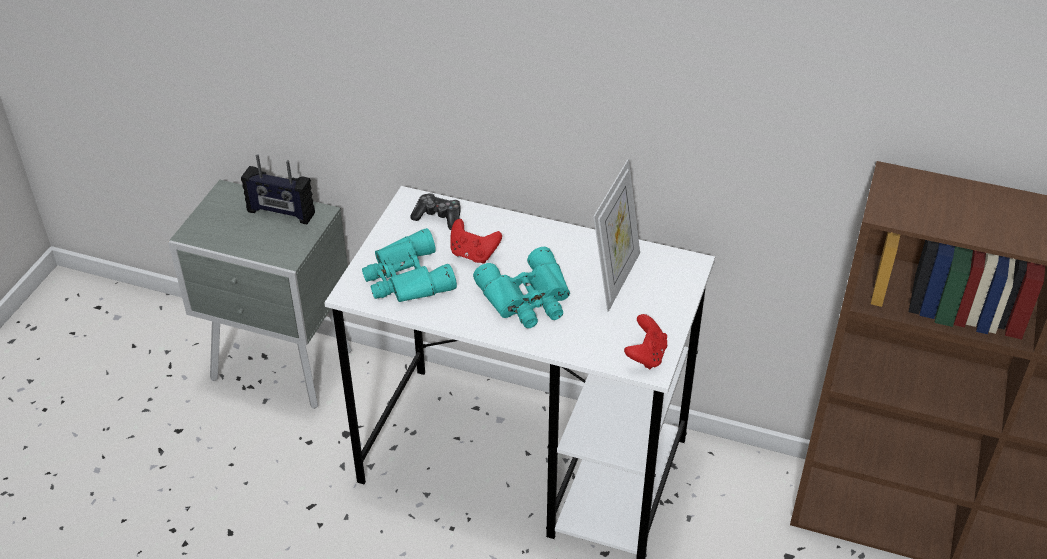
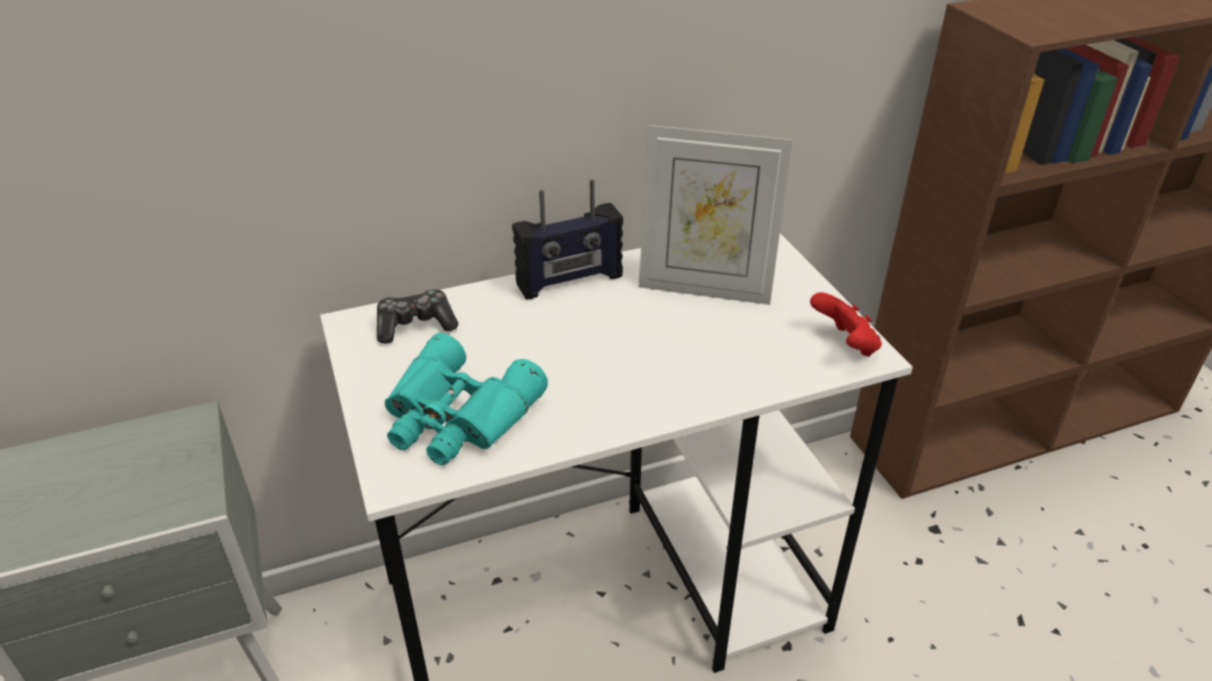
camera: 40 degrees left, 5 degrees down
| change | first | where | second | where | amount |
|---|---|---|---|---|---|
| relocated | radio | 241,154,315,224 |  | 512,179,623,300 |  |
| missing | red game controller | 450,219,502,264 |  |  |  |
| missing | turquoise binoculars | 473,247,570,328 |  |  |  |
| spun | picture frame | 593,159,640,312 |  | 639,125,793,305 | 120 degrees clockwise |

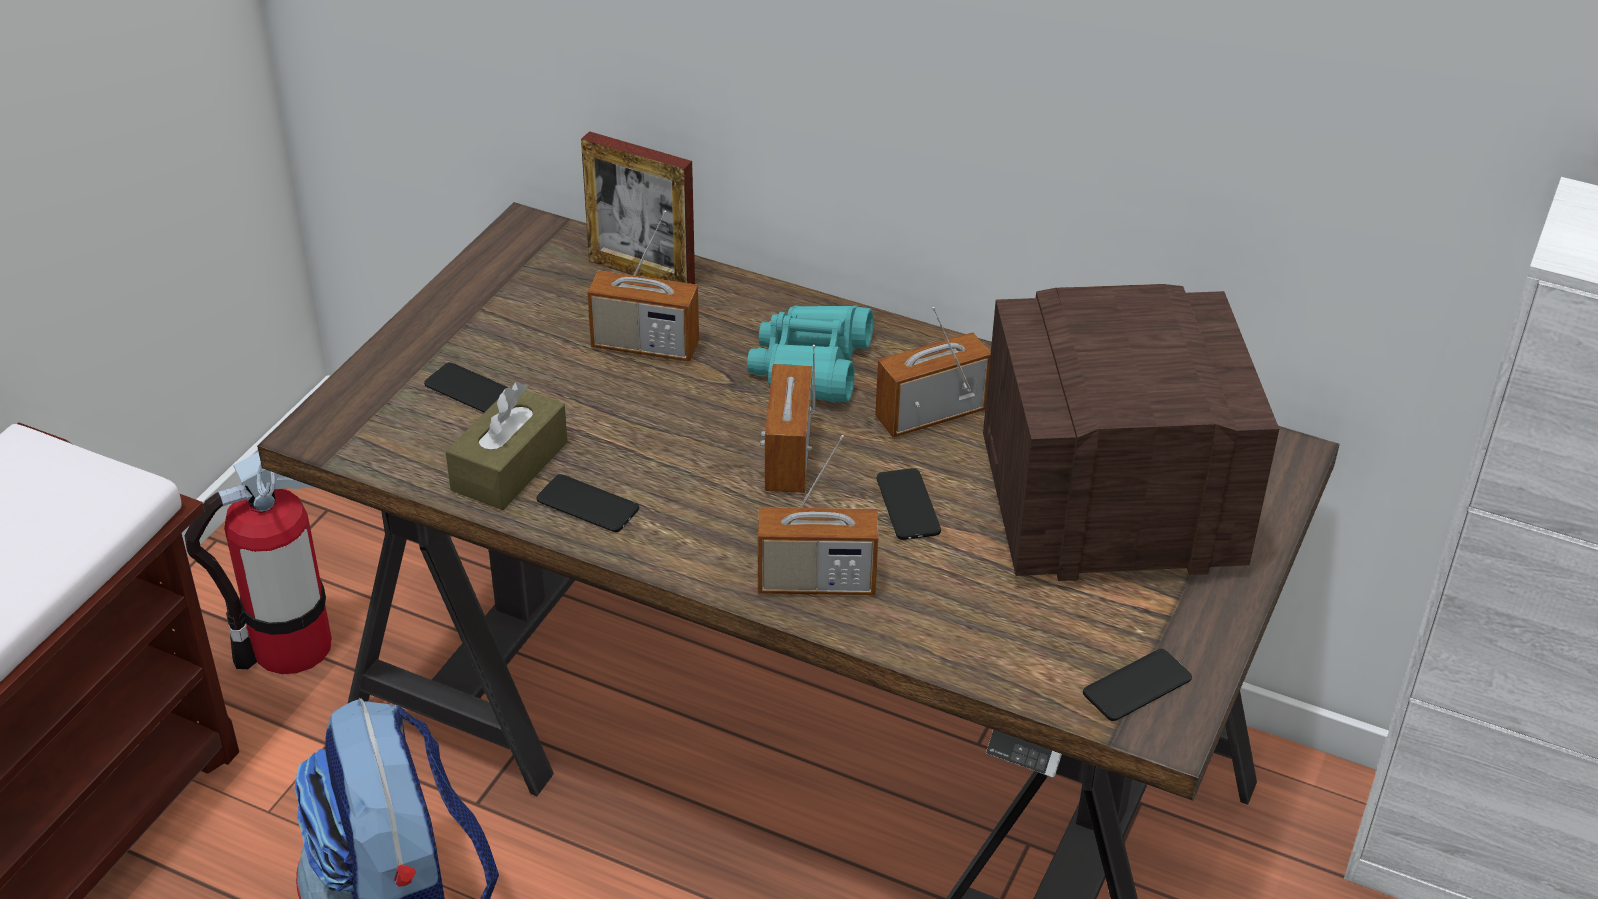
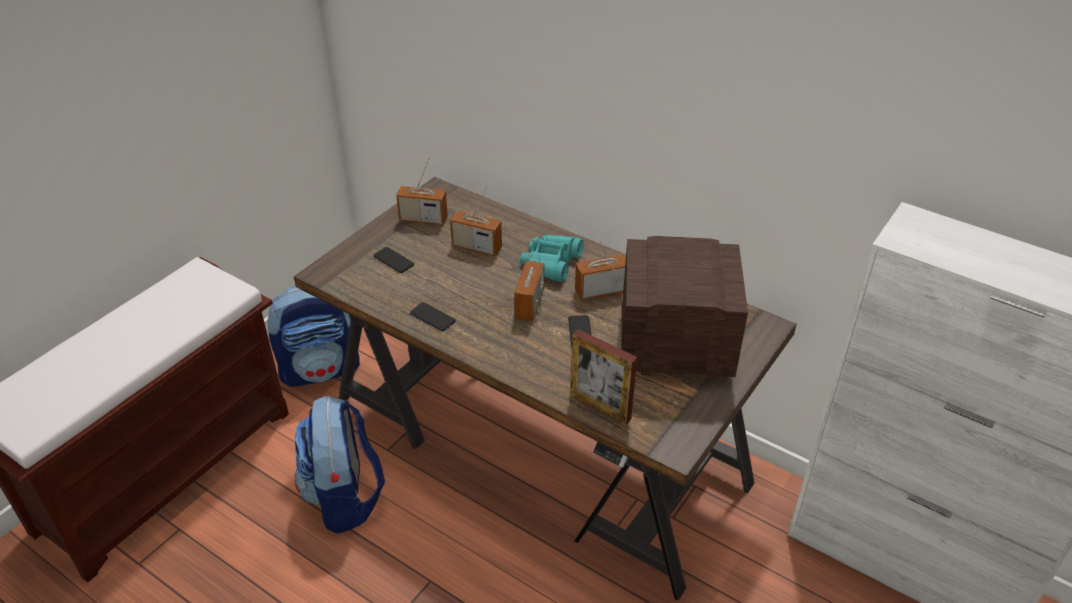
camera: 10 degrees right, 0 degrees up
| change | first | where | second | where | amount |
|---|---|---|---|---|---|
| exchanged | fire extinguisher | 184,452,332,674 | backpack | 267,286,360,387 |  |
| missing | brown tissue box | 445,382,568,510 |  |  |  |
| relocated | picture frame | 581,131,695,284 |  | 570,329,637,424 |  |
| relocated | radio | 758,435,878,595 |  | 396,157,448,225 |  |
| missing | phone | 1083,649,1192,721 |  |  |  |

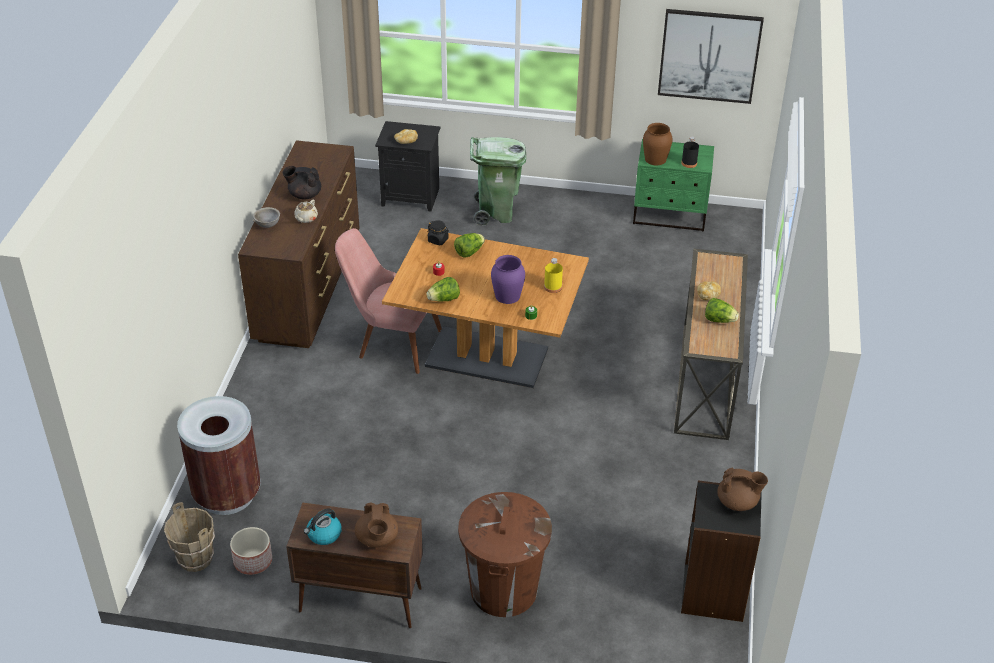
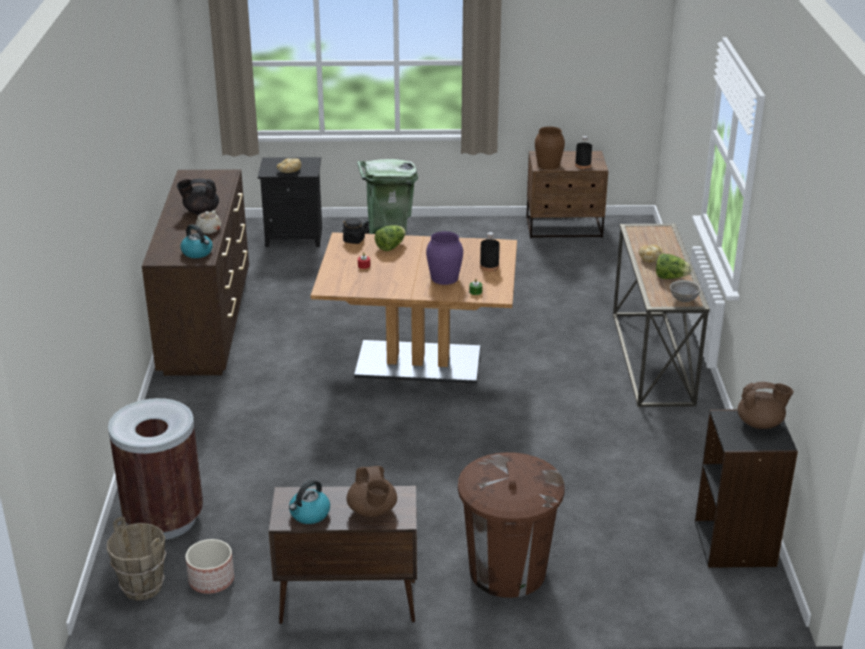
camera: 10 degrees left, 10 degrees down
| change | first | where | second | where | amount |
|---|---|---|---|---|---|
| relocated | grey bowl | 253,207,280,228 |  | 670,280,701,302 |  |
| missing | pink chair | 335,228,442,374 |  |  |  |
| missing | lettuce | 426,277,460,302 |  |  |  |
| colour | yellow bottle | 544,258,563,293 | black bottle | 480,232,500,271 |  |
| colour | green nightstand | 633,139,714,231 | brown nightstand | 526,151,608,238 |  |
| missing | picture | 658,9,764,104 |  |  |  |
| appeared |  |  | kettle | 181,224,213,258 |  |

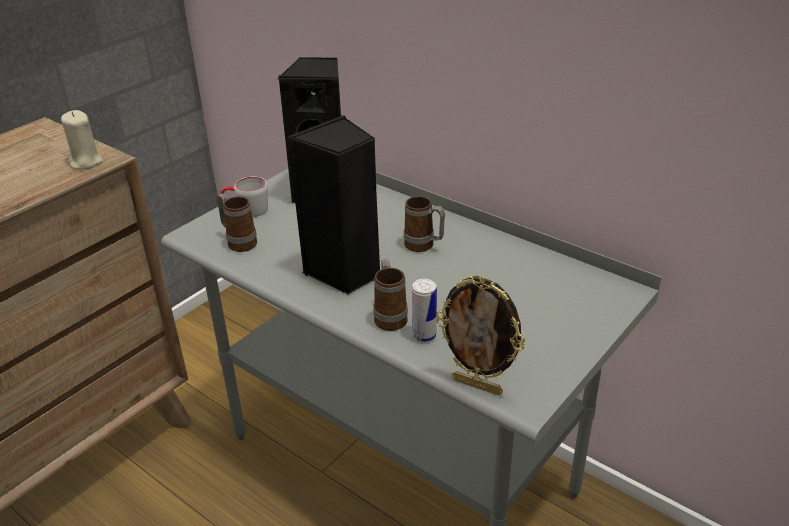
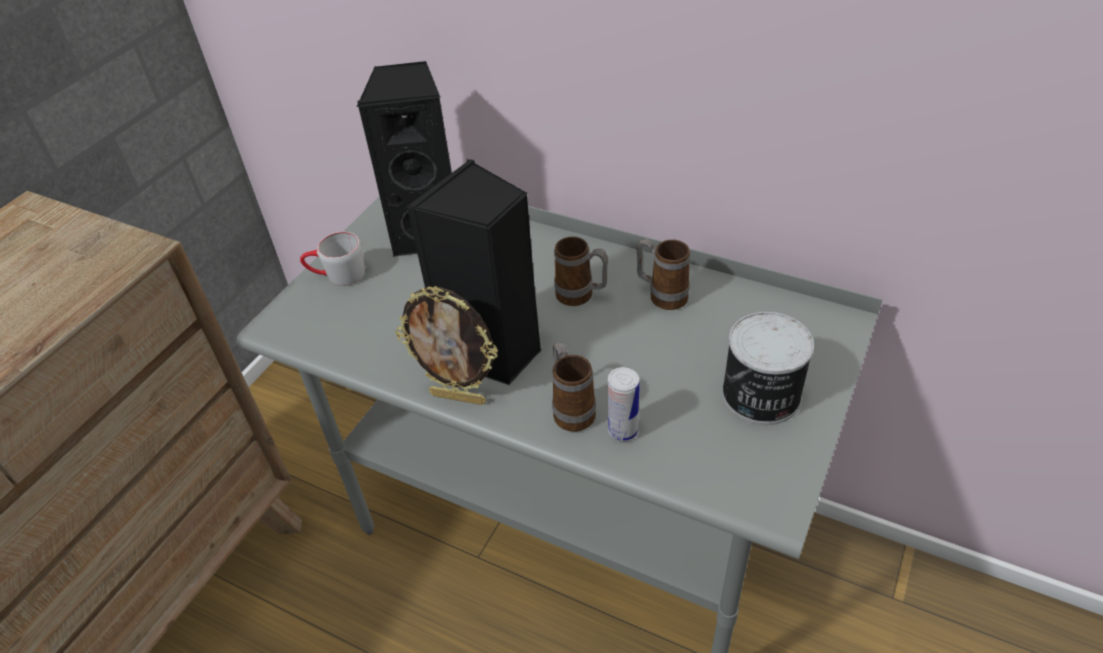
camera: 10 degrees left, 10 degrees up
| change | first | where | second | where | amount |
|---|---|---|---|---|---|
| missing | beige candle | 61,110,102,170 |  |  |  |
| relocated | mug | 217,194,257,252 |  | 637,239,690,310 |  |
| relocated | picture frame | 436,275,526,395 |  | 395,286,498,405 |  |
| appeared |  |  | can | 722,312,814,425 |  |

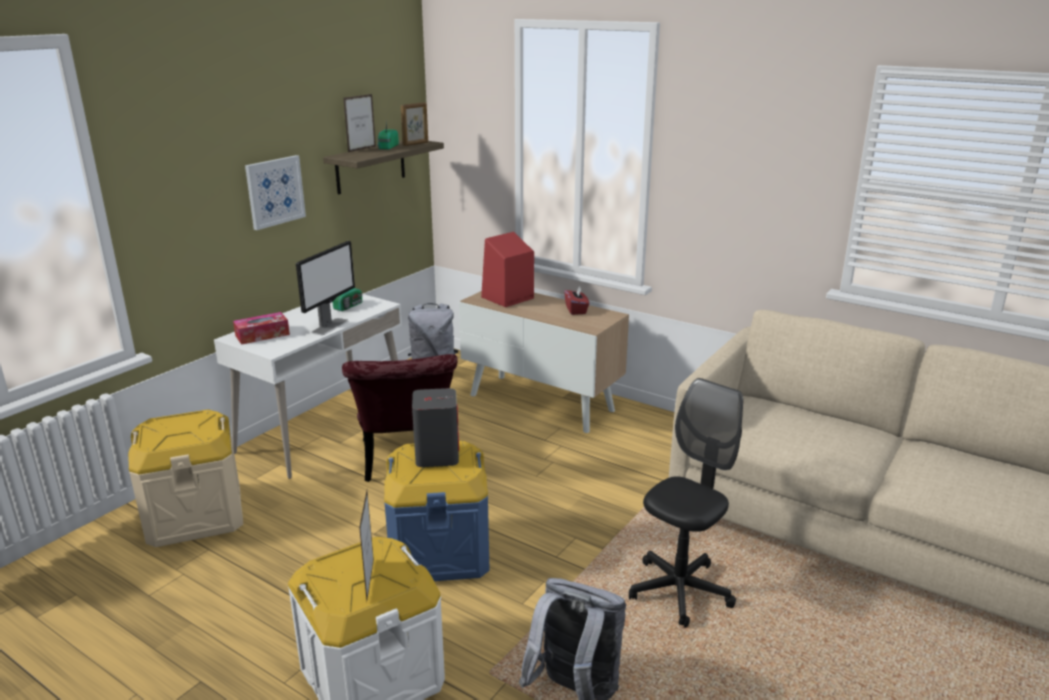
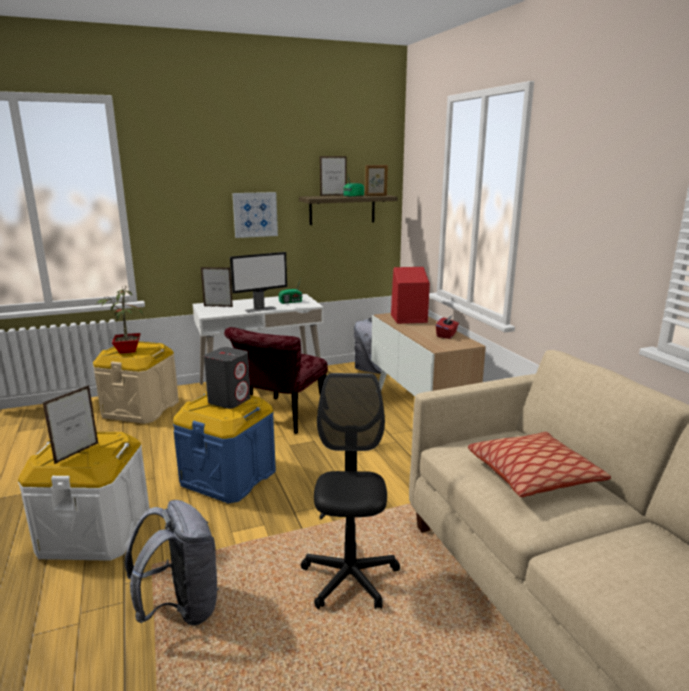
camera: 35 degrees right, 5 degrees down
| change | first | where | second | where | amount |
|---|---|---|---|---|---|
| exchanged | tissue box | 233,312,290,345 | picture frame | 201,267,233,307 |  |
| spun | black office chair | 629,378,743,628 |  | 301,373,400,609 | 75 degrees counterclockwise |
| appeared |  |  | potted plant | 96,286,144,353 |  |
| appeared |  |  | pillow | 468,432,611,497 |  |

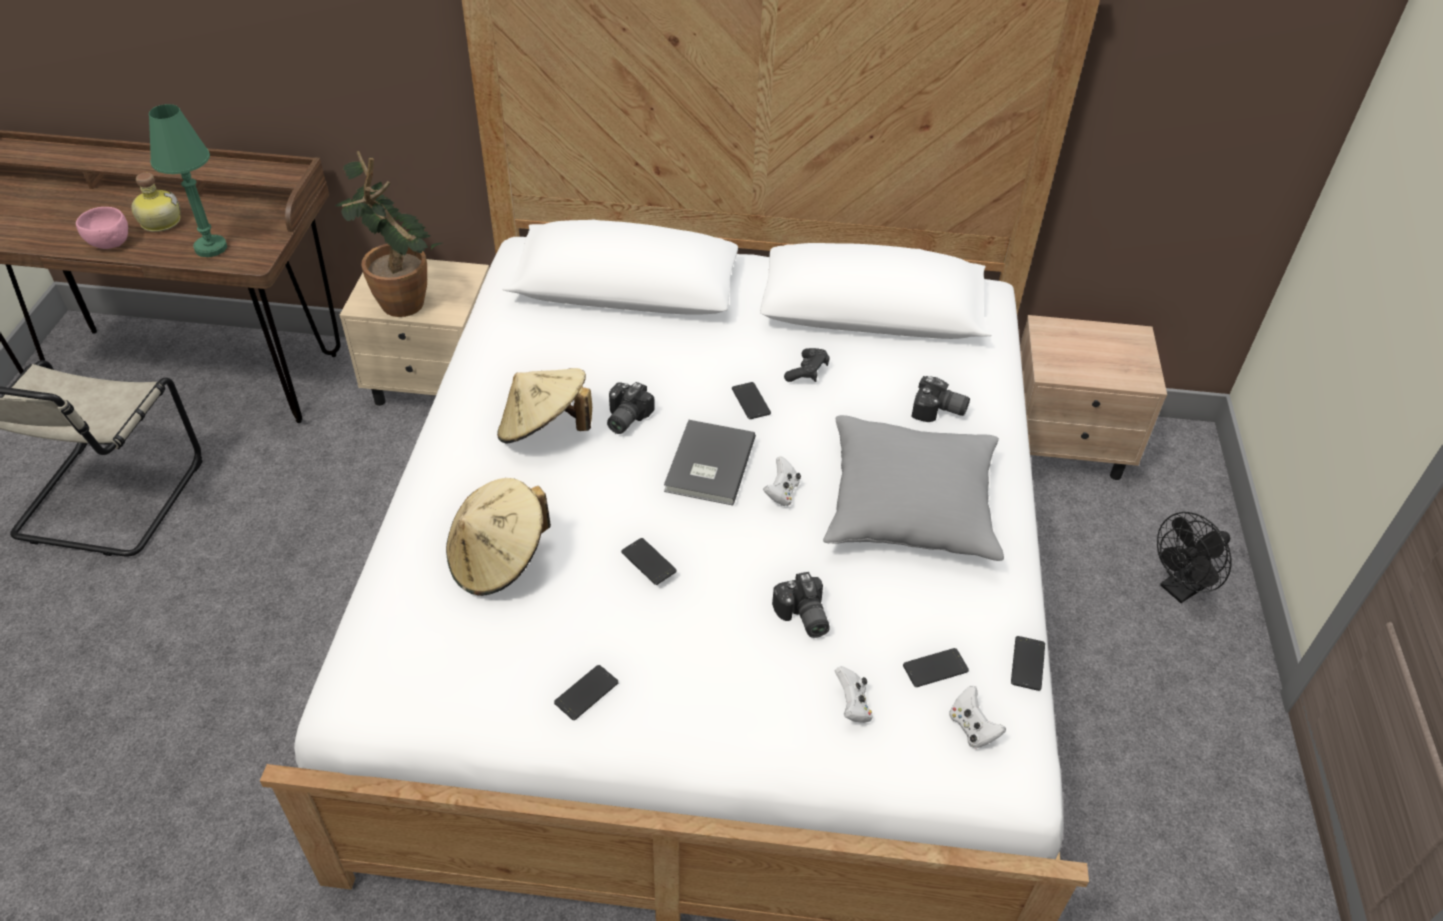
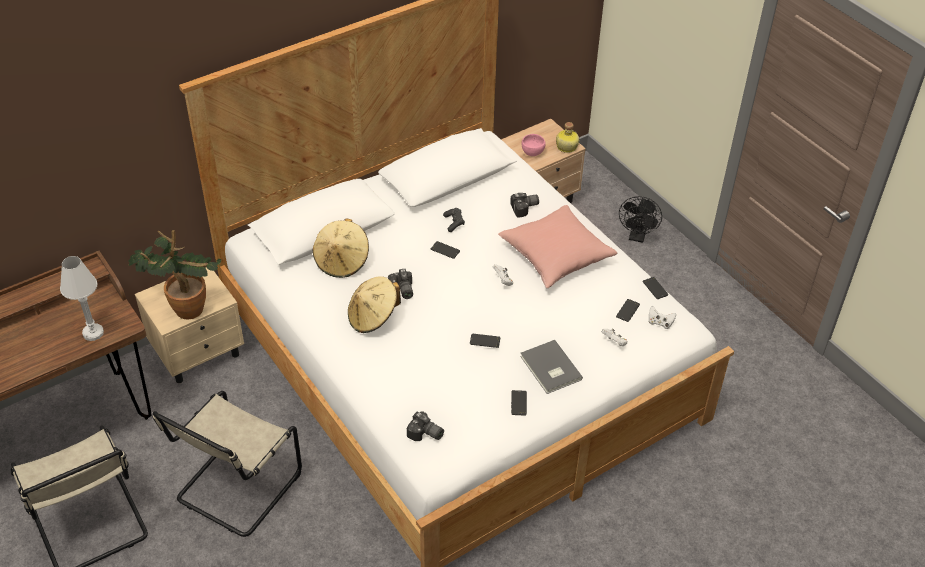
camera: 40 degrees left, 0 degrees up
| change | first | where | second | where | amount |
|---|---|---|---|---|---|
| relocated | pink bowl | 76,207,128,249 |  | 522,134,546,156 |  |
| relocated | bottle | 131,173,180,232 |  | 556,122,579,153 |  |
| colour | green table lamp | 149,104,227,257 | white table lamp | 60,256,104,341 |  |
| relocated | beige hat | 446,478,551,596 |  | 313,218,369,278 |  |
| relocated | grey book | 664,420,756,506 |  | 520,340,583,394 |  |
| relocated | photo camera | 772,572,830,638 |  | 407,411,444,441 |  |
| colour | grey pillow | 823,415,1004,561 | pink pillow | 498,205,617,288 |  |
| appeared |  |  | beige chair | 153,391,302,537 |  |

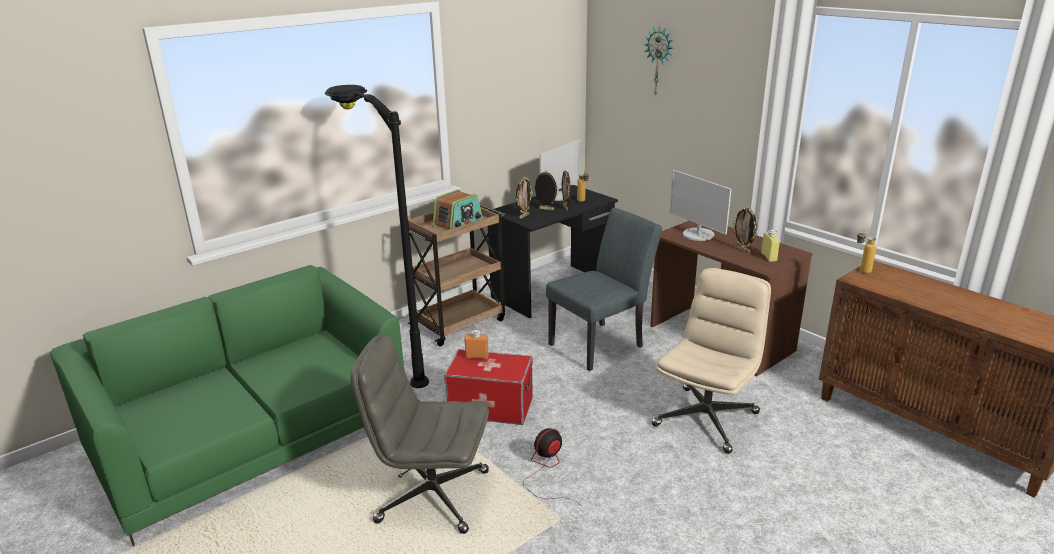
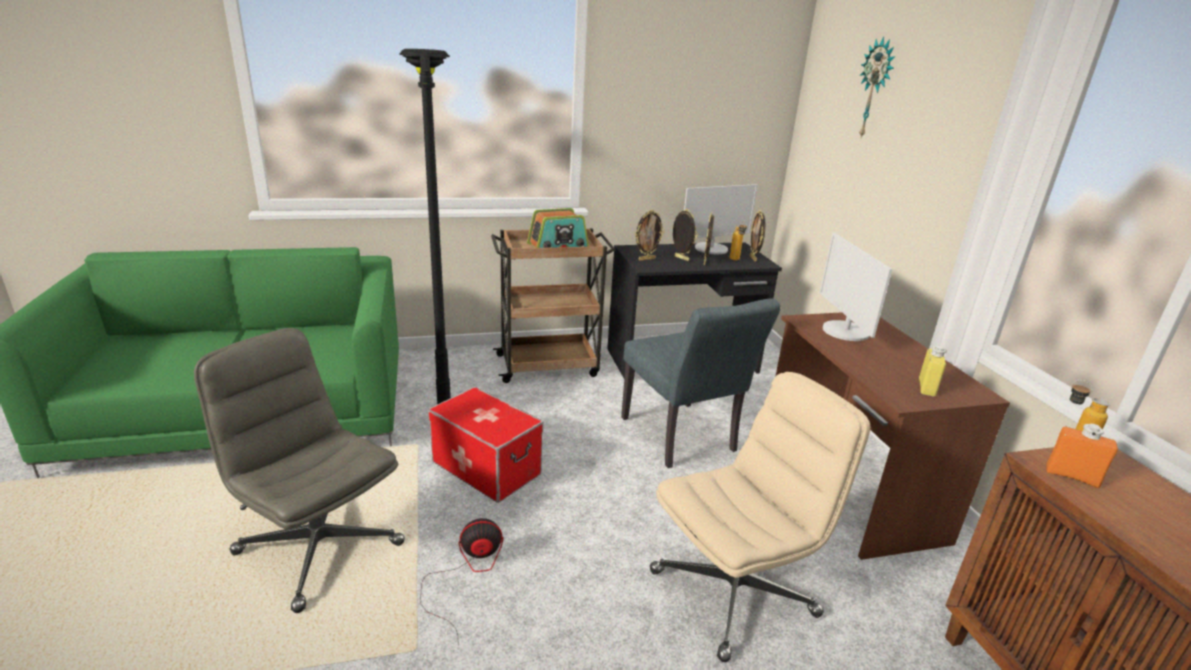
camera: 25 degrees right, 0 degrees up
| change | first | where | second | where | amount |
|---|---|---|---|---|---|
| relocated | orange bottle | 465,330,489,359 |  | 1046,424,1118,488 |  |
| spun | grey chair | 546,208,662,371 |  | 621,298,781,468 | 75 degrees clockwise |
| relocated | picture frame | 733,207,757,253 |  | 750,210,765,262 |  |

